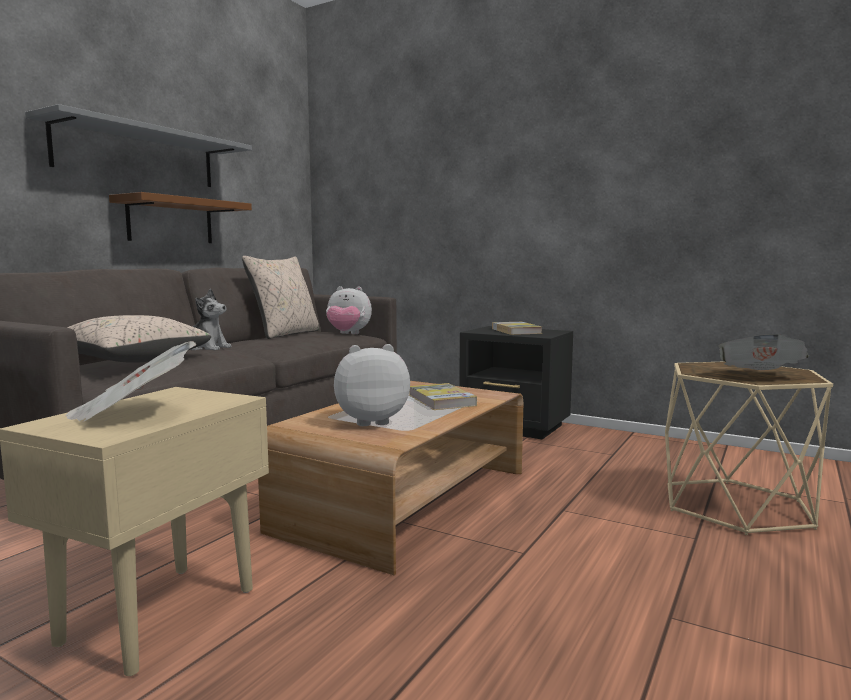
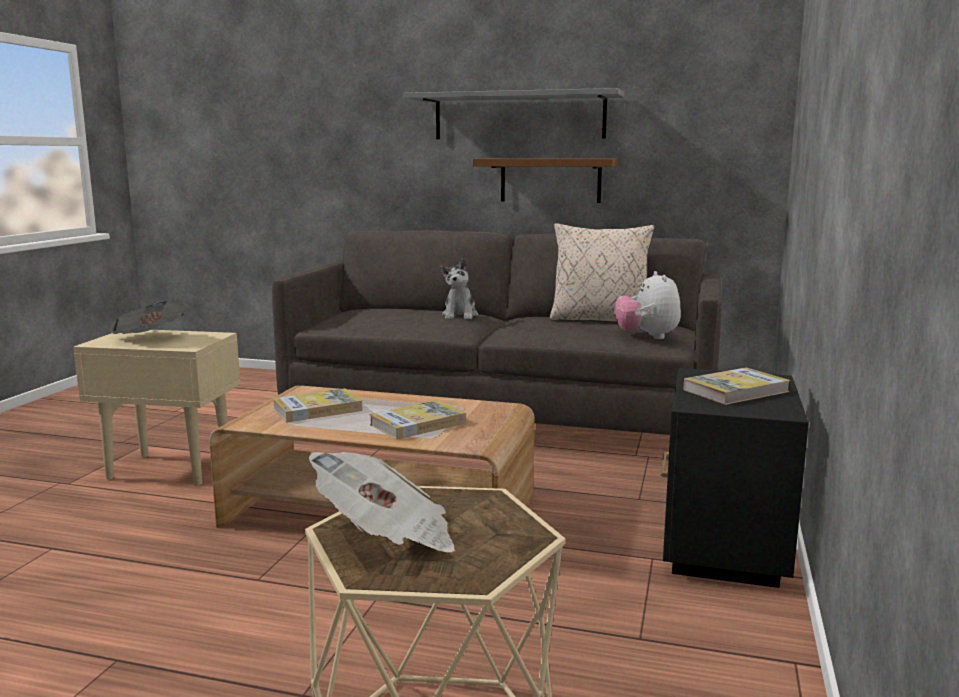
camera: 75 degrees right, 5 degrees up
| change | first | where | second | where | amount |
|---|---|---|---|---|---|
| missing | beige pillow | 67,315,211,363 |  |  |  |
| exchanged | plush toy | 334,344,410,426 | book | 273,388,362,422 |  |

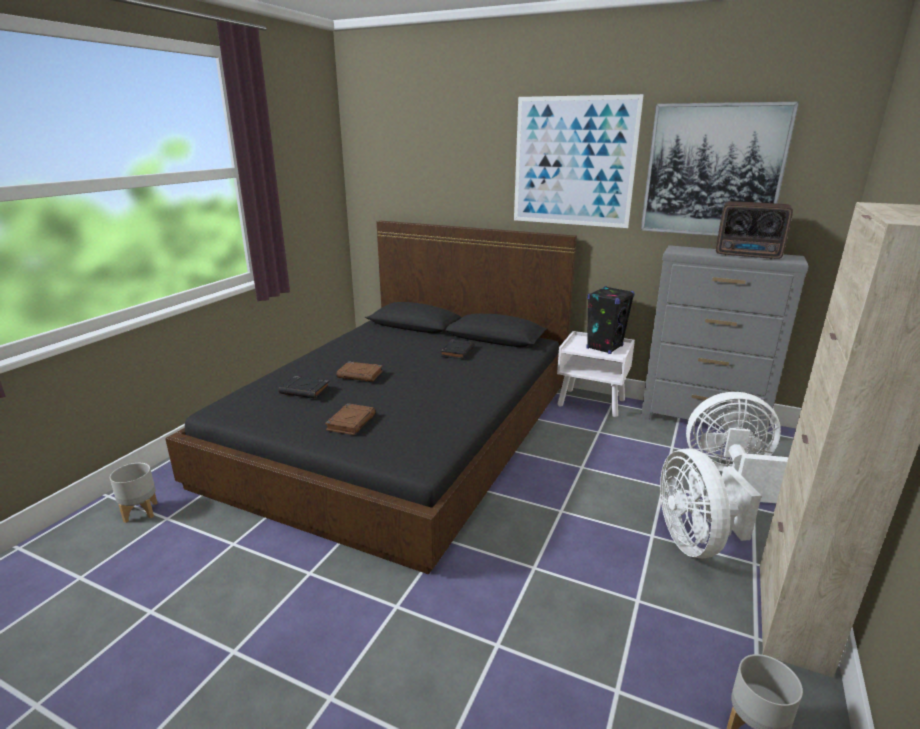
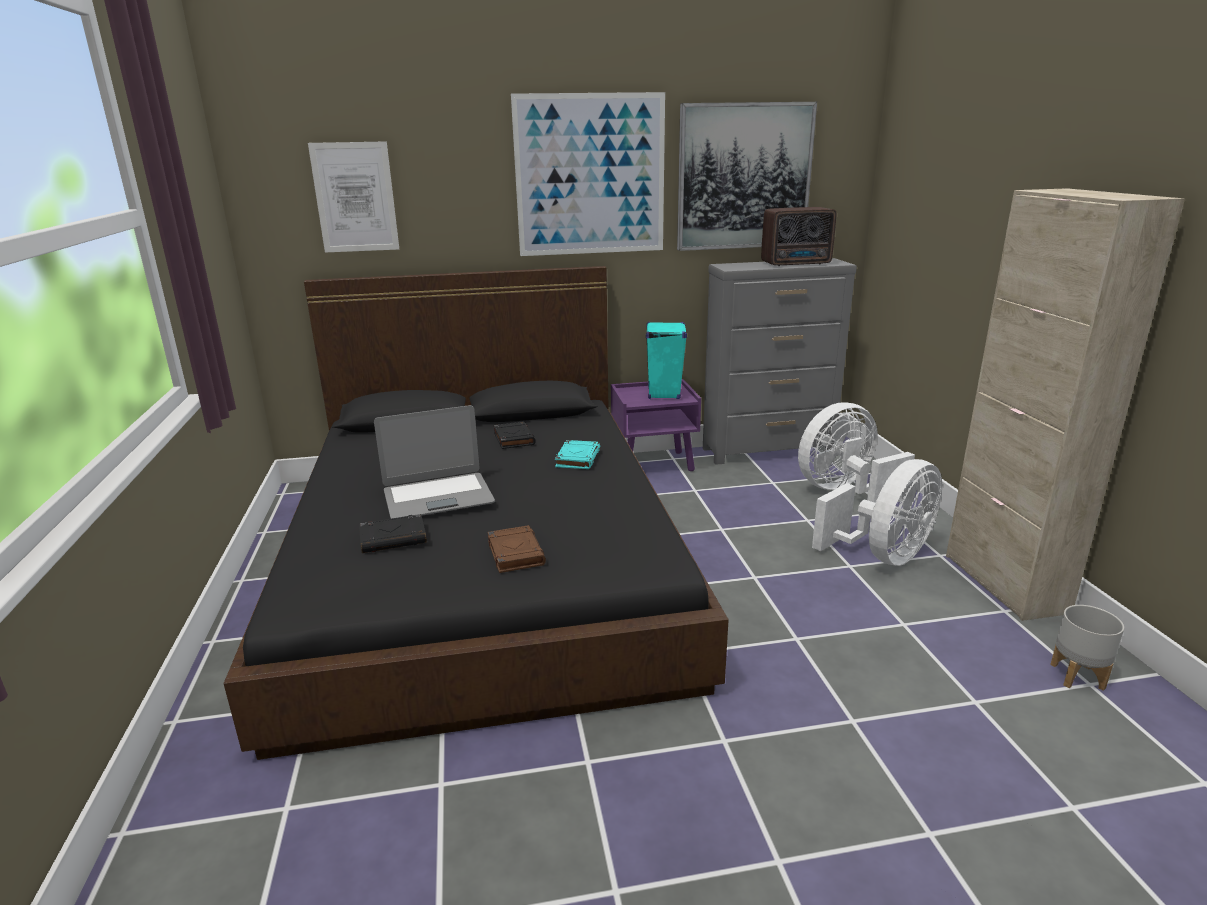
camera: 35 degrees left, 0 degrees up
| change | first | where | second | where | amount |
|---|---|---|---|---|---|
| missing | grey planter | 110,463,158,523 |  |  |  |
| exchanged | brown book | 336,362,383,382 | laptop | 374,405,495,519 |  |
| colour | white nightstand | 557,331,635,417 | purple nightstand | 611,379,701,471 |  |
| colour | black speaker | 586,286,635,354 | turquoise speaker | 646,322,687,399 |  |
| spun | white fan | 660,448,762,558 |  | 812,459,942,566 | 90 degrees counterclockwise |
| appeared |  |  | picture | 308,141,399,253 |  |
| appeared |  |  | turquoise book | 555,440,600,469 |  |

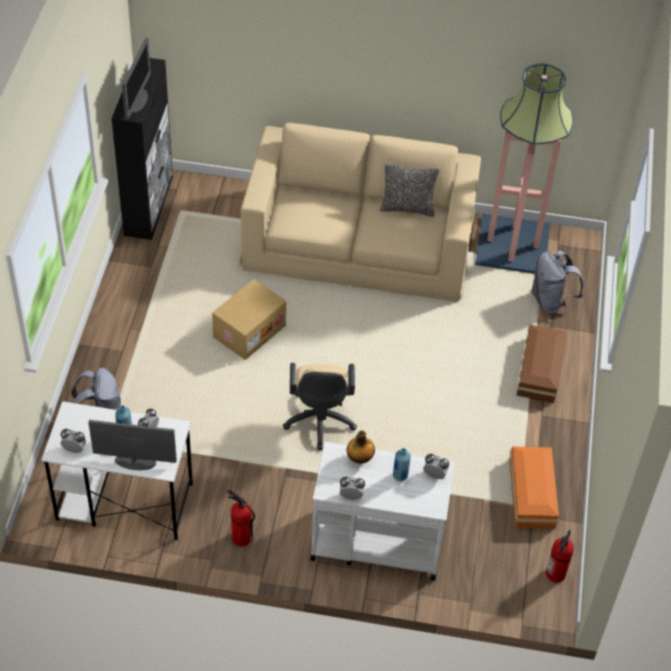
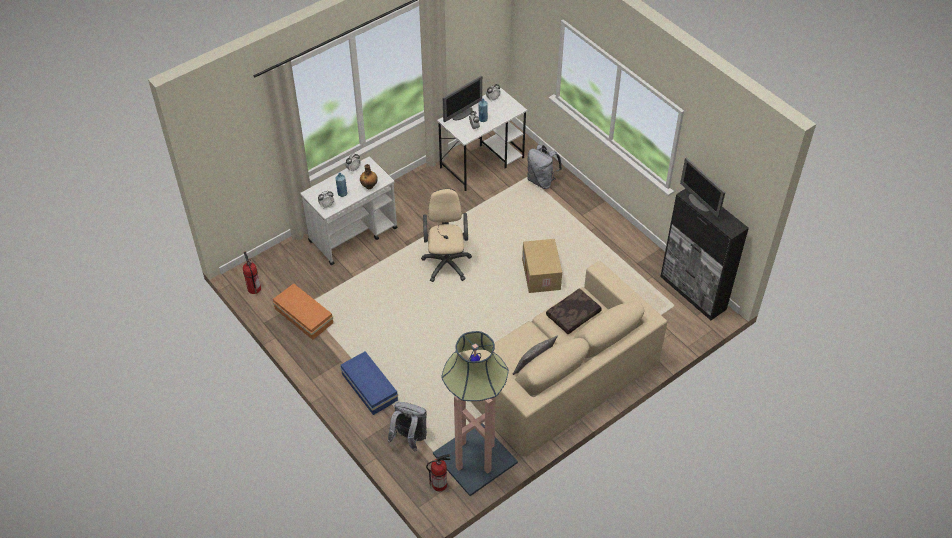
camera: 135 degrees right, 0 degrees up
| change | first | where | second | where | amount |
|---|---|---|---|---|---|
| relocated | fire extinguisher | 228,490,255,546 |  | 426,454,450,491 |  |
| spun | beige office chair | 283,363,357,450 |  | 421,188,472,282 | 45 degrees clockwise |
| colour | brown storage box | 517,325,566,403 | blue storage box | 340,351,398,415 |  |
| appeared |  |  | brown pillow | 546,288,602,334 |  |

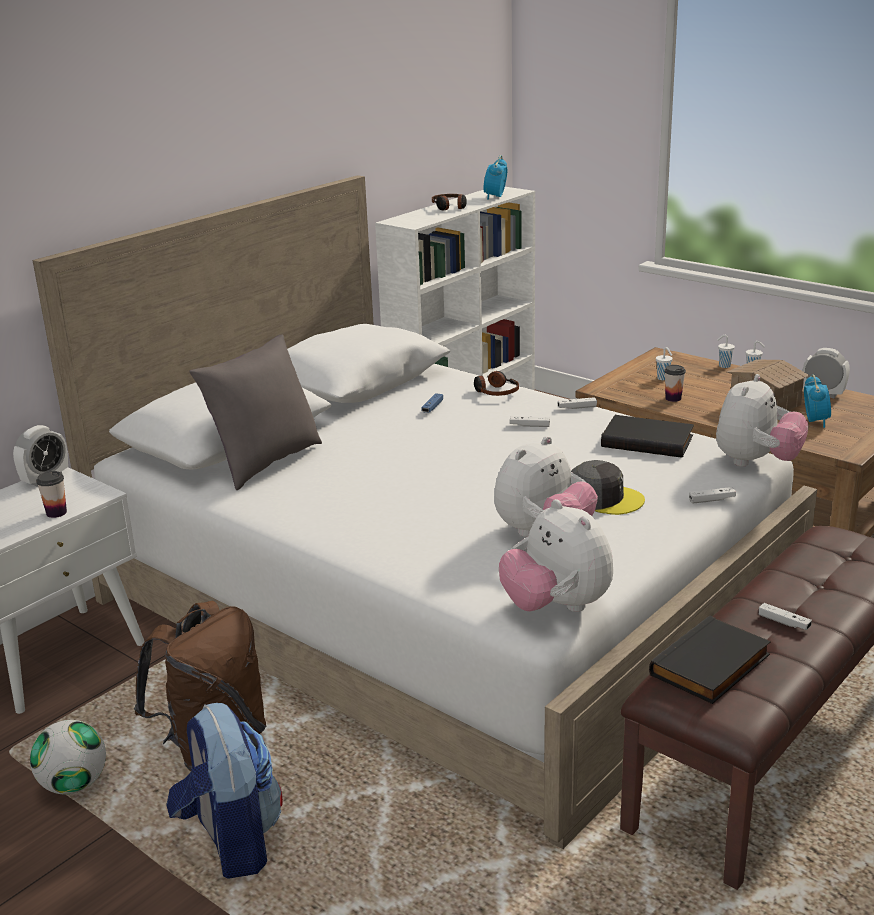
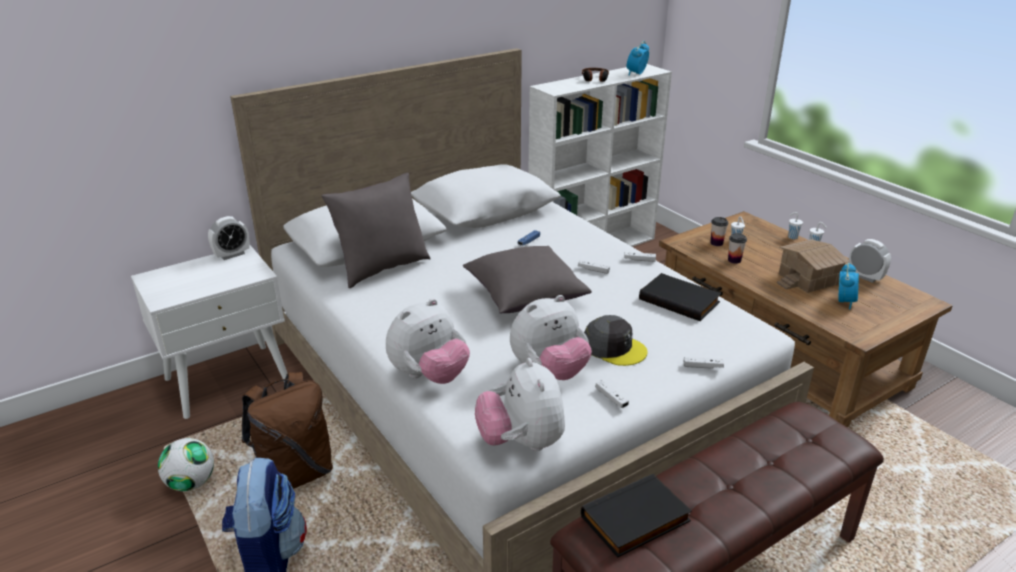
camera: 15 degrees right, 5 degrees up
| change | first | where | second | where | amount |
|---|---|---|---|---|---|
| relocated | cup | 36,471,67,518 |  | 711,217,728,246 |  |
| missing | headphones | 474,371,519,396 |  |  |  |
| relocated | plush toy | 716,374,809,467 |  | 386,299,470,384 |  |
| relocated | white game controller | 758,603,812,630 |  | 596,380,629,408 |  |
| appeared |  |  | grey pillow | 463,246,592,314 |  |

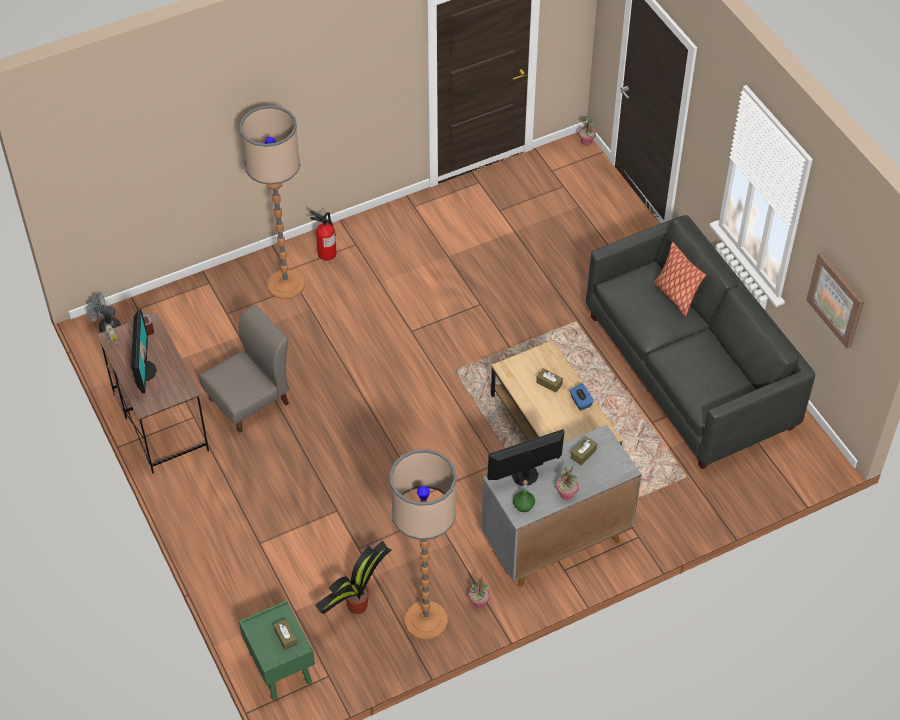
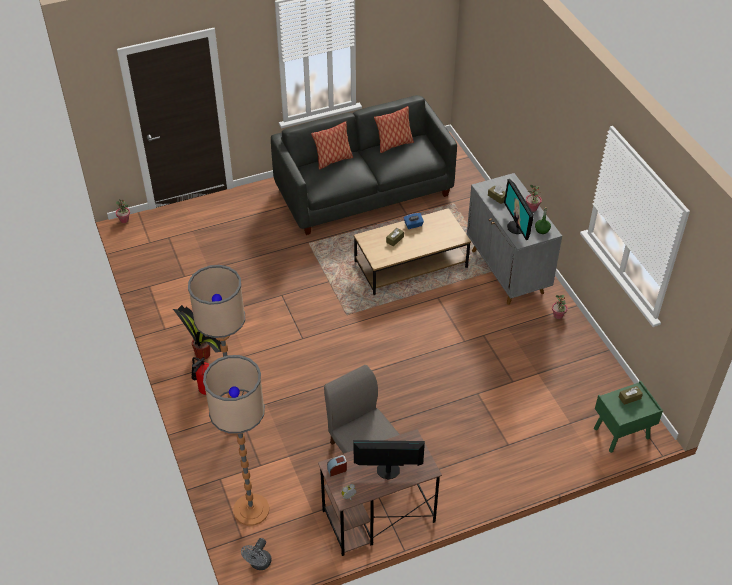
camera: 85 degrees left, 5 degrees down
| change | first | where | second | where | amount |
|---|---|---|---|---|---|
| relocated | potted plant | 315,540,392,614 |  | 173,305,221,360 |  |
| relocated | floor lamp | 390,449,457,640 |  | 203,355,269,526 |  |
| missing | picture | 806,252,864,349 |  |  |  |
| appeared |  |  | pillow | 374,106,414,153 |  |

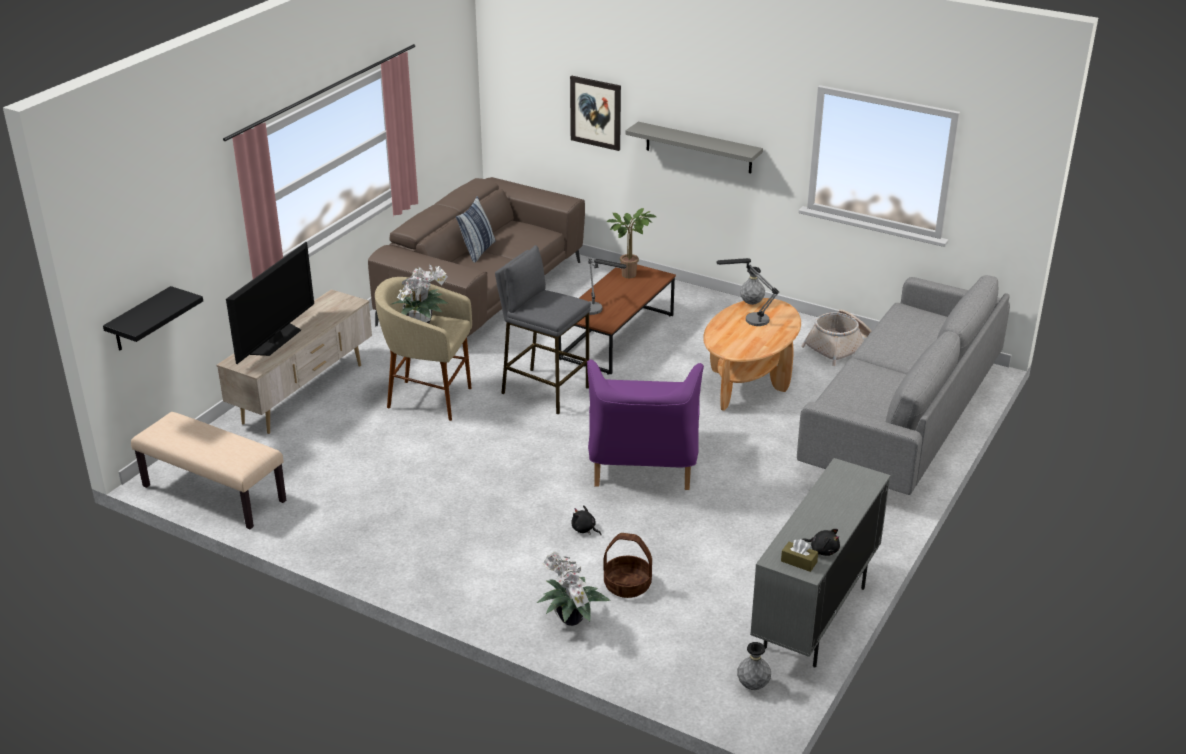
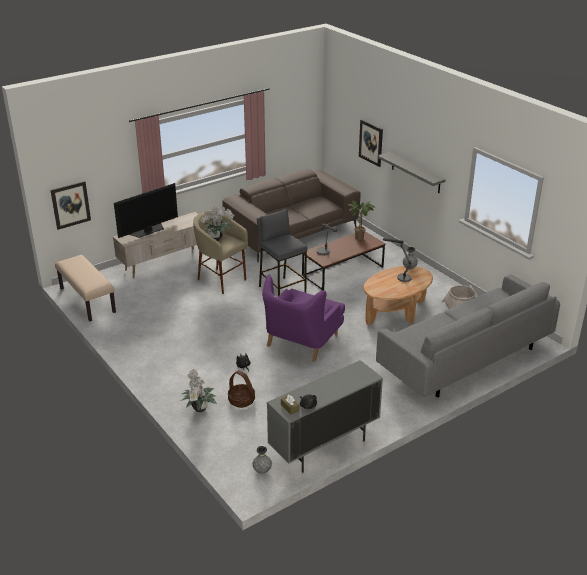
camera: 25 degrees right, 0 degrees up
| change | first | where | second | where | amount |
|---|---|---|---|---|---|
| exchanged | black shelf | 103,286,203,351 | picture | 51,181,91,230 |  |
| missing | pillow | 456,196,496,263 |  |  |  |

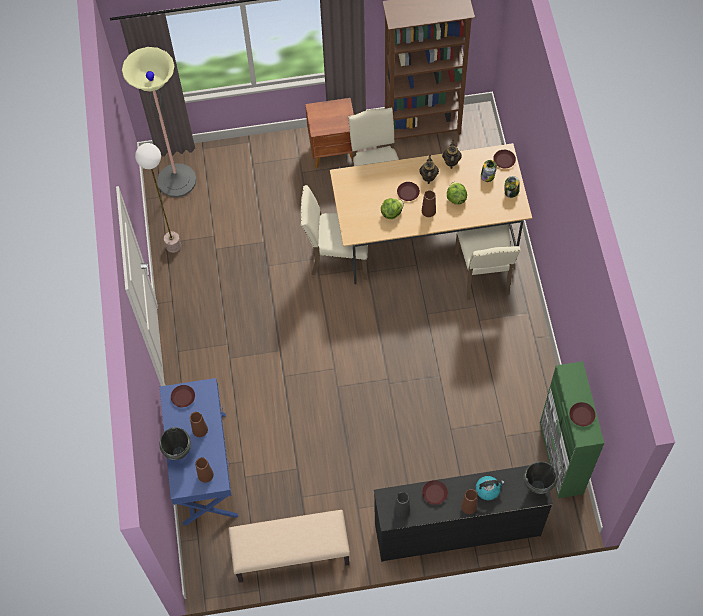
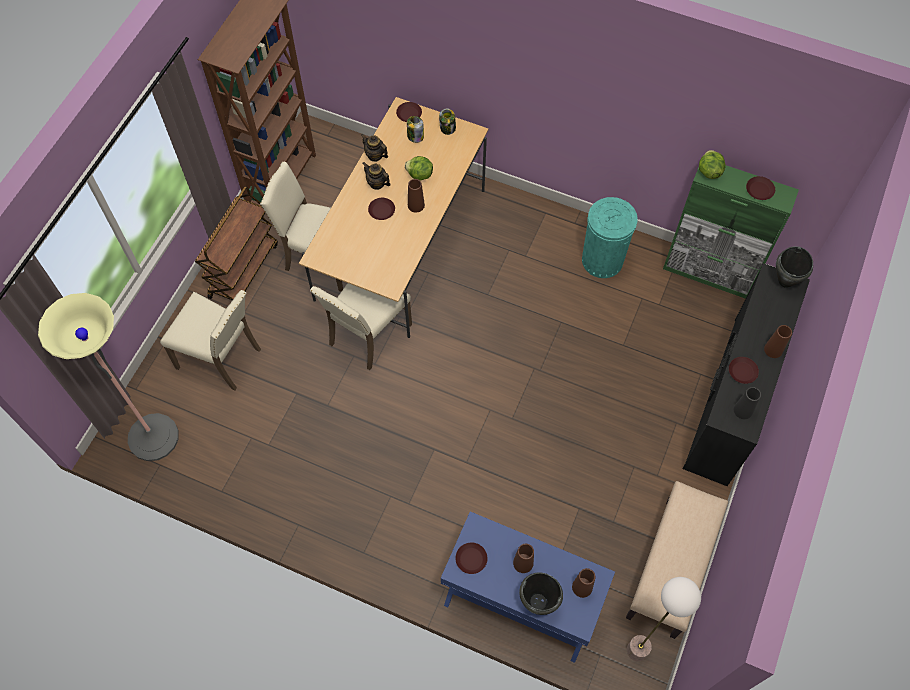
camera: 60 degrees left, 0 degrees up
| change | first | where | second | where | amount |
|---|---|---|---|---|---|
| relocated | floor lamp | 135,143,181,253 |  | 627,577,701,661 |  |
| exchanged | brown nightstand | 305,98,358,168 | brown cart | 195,186,278,300 |  |
| relocated | lettuce | 381,198,404,219 |  | 699,150,726,179 |  |
| relocated | beige chair | 455,224,521,300 |  | 160,290,261,390 |  |
| missing | kettle | 476,476,505,500 |  |  |  |
| appeared |  |  | turquoise trash can | 582,197,638,278 |  |

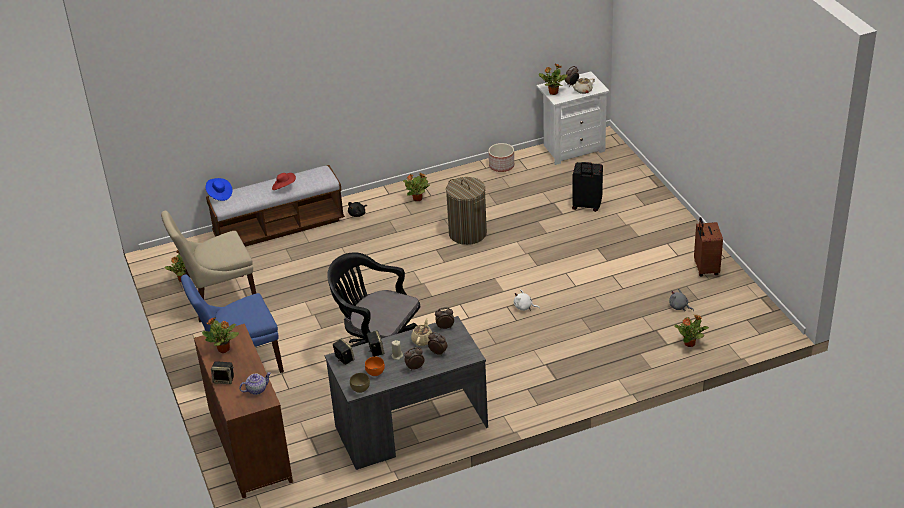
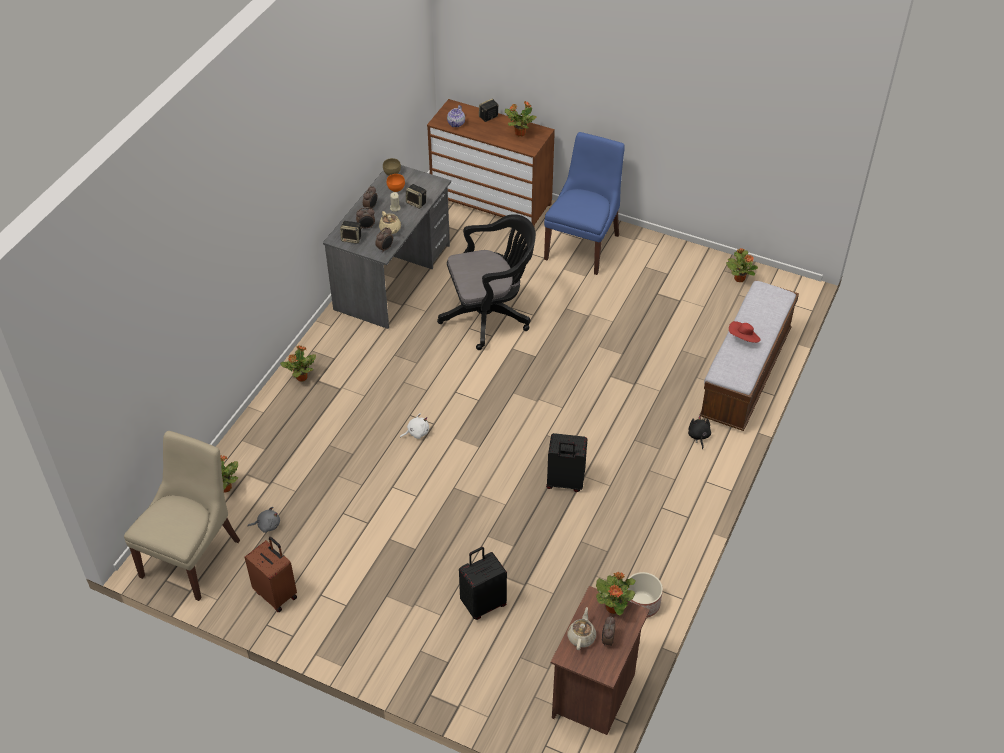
camera: 135 degrees right, 10 degrees up
| change | first | where | second | where | amount |
|---|---|---|---|---|---|
| relocated | beige chair | 161,211,256,322 |  | 124,431,240,601 |  |
| missing | blue hat | 206,178,233,201 |  |  |  |
| relocated | speaker | 333,338,355,365 |  | 340,221,362,244 |  |
| relocated | potted plant | 403,173,430,201 |  | 280,346,316,381 |  |
| exchanged | laundry basket | 446,177,487,245 | black suitcase | 546,433,587,492 |  |
| colour | white nightstand | 537,72,610,165 | brown nightstand | 551,586,650,735 |  |

